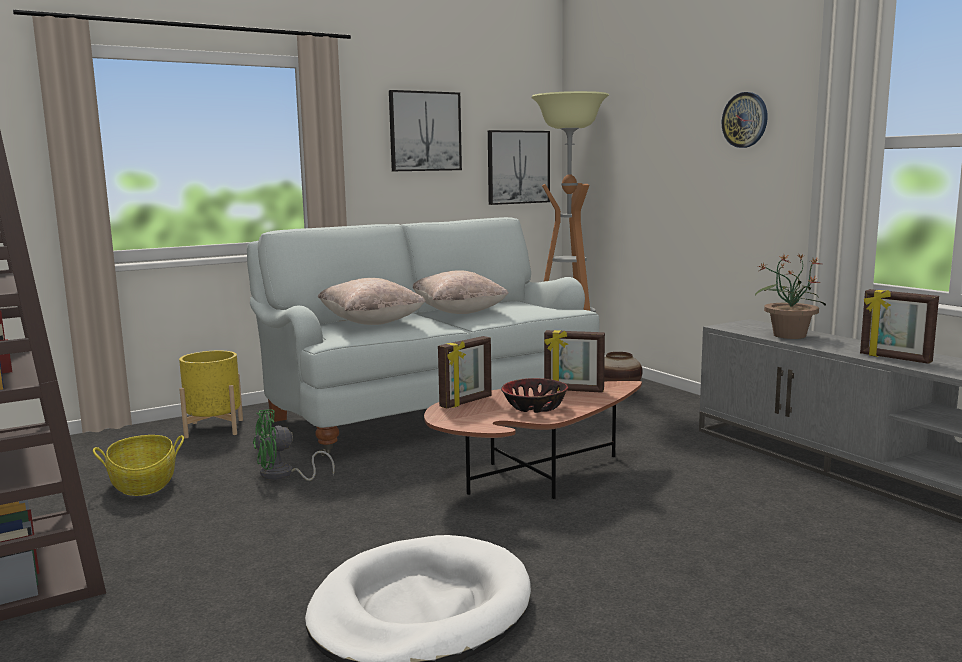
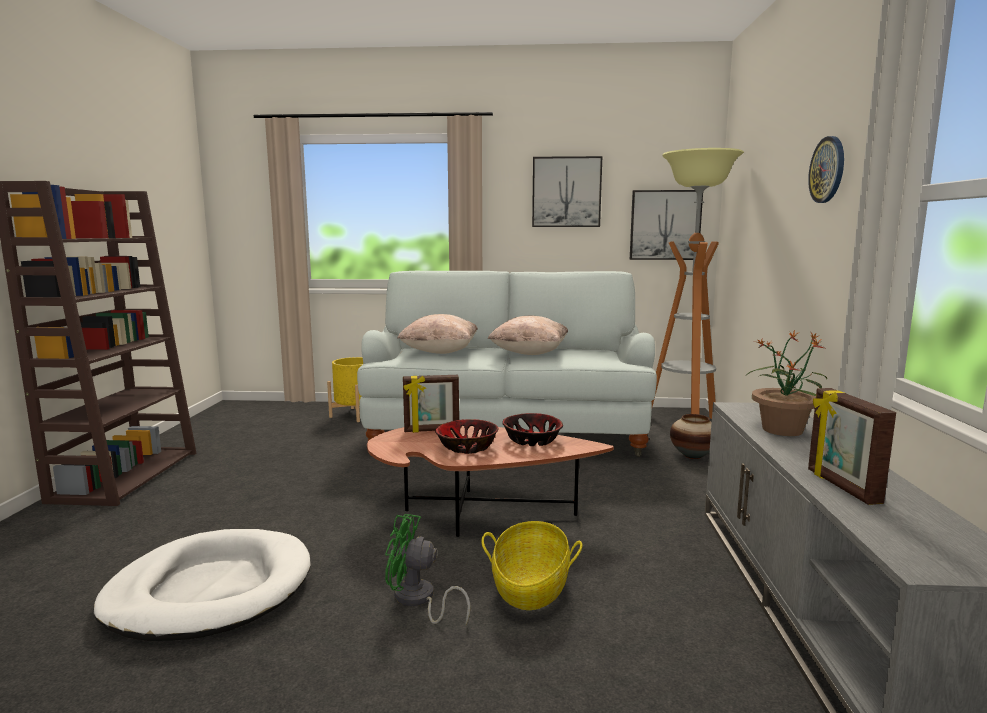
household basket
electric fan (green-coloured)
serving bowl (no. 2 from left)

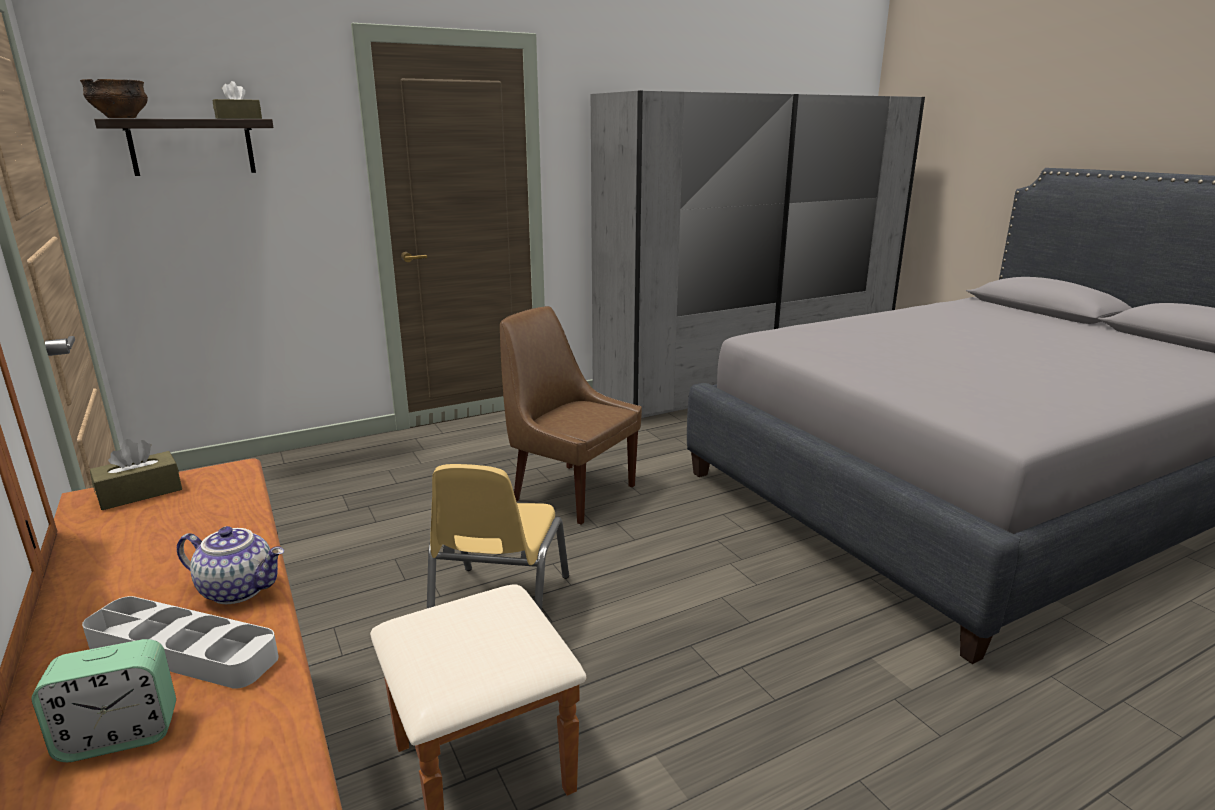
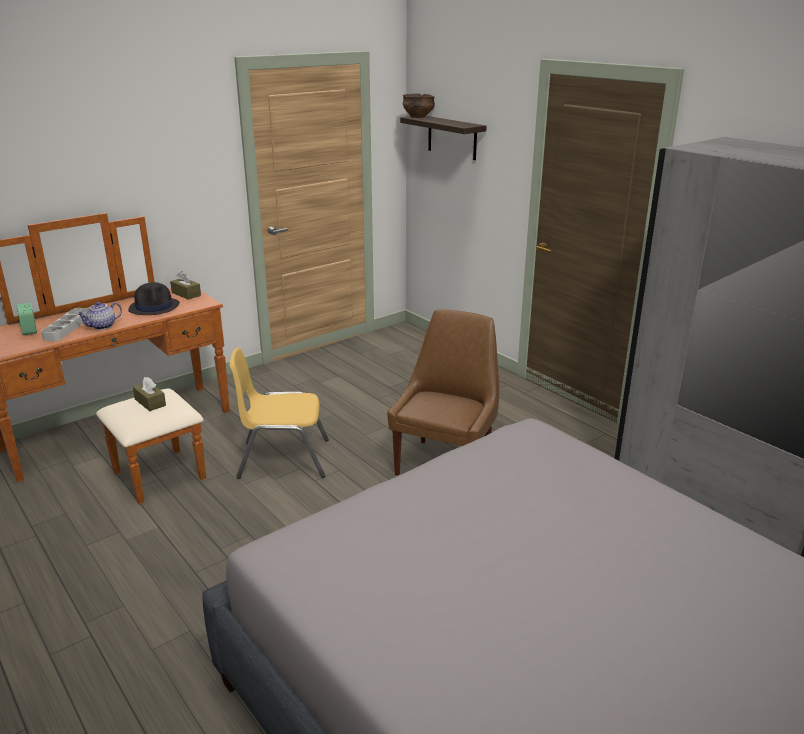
tea pot
tissue box (brown) (no. 1 from left)
wearable hat (black-coloured)

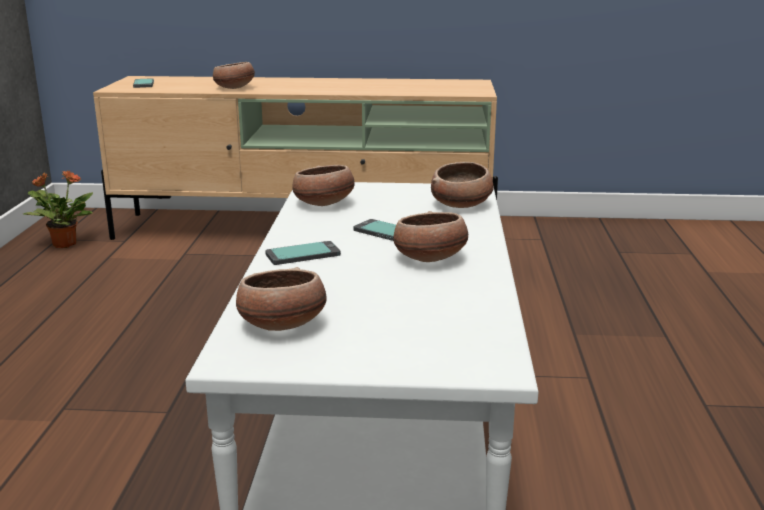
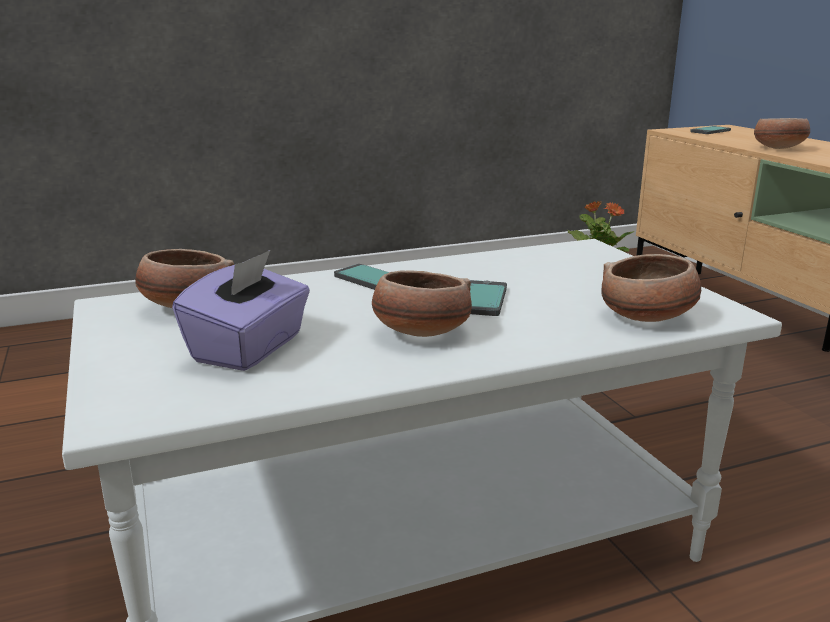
serving bowl (no. 3 from left in the first image)
tissue box (purple)

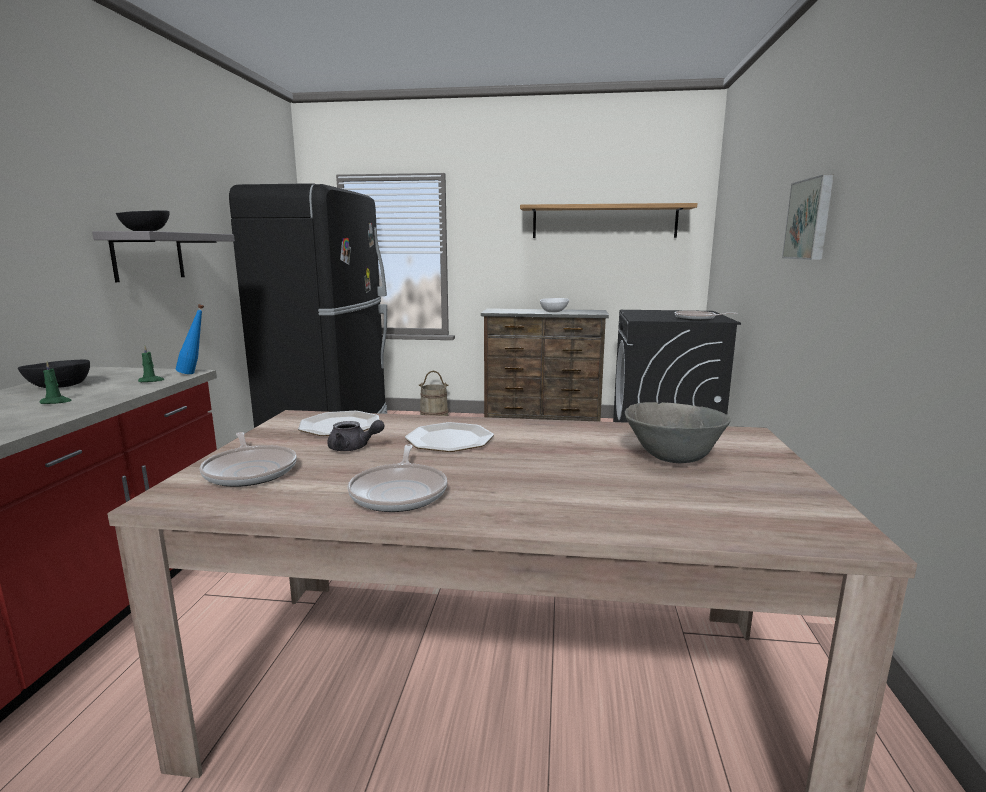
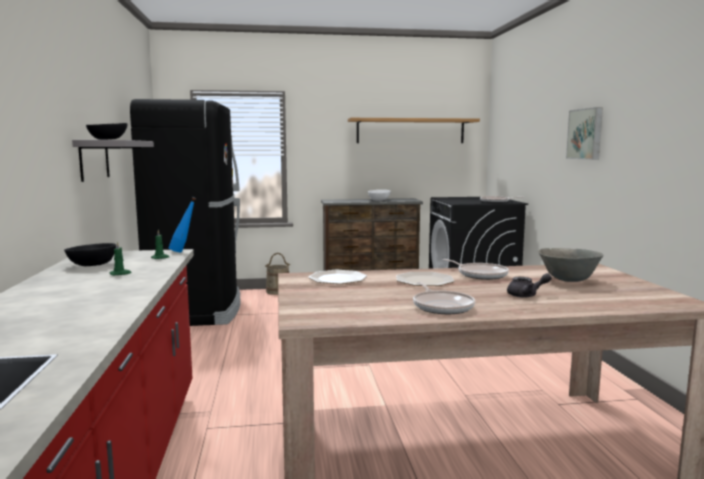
pan (no. 2 from left)
tea pot (gray)

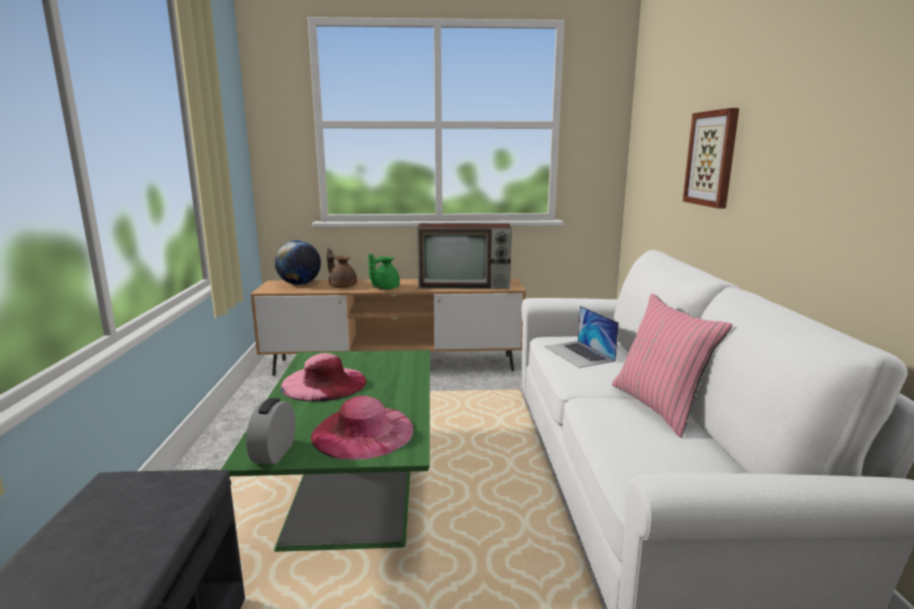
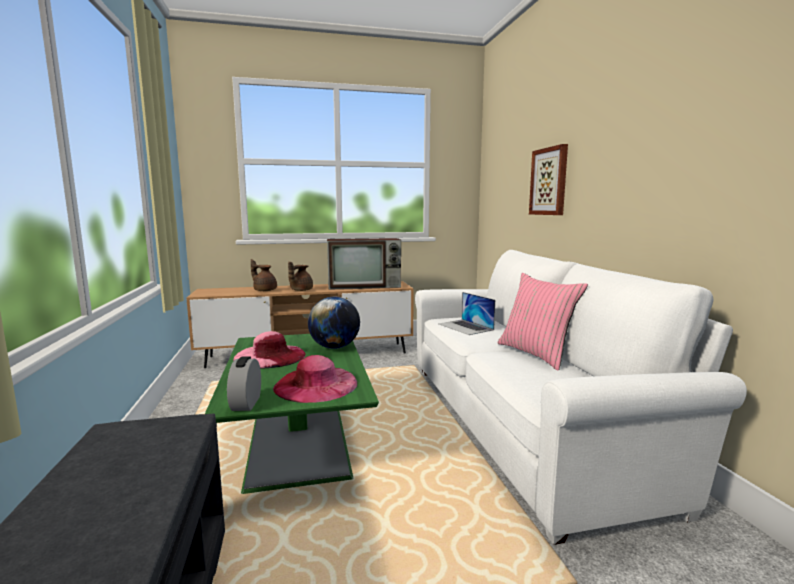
world globe
tea pot (brown) (no. 2 from left)

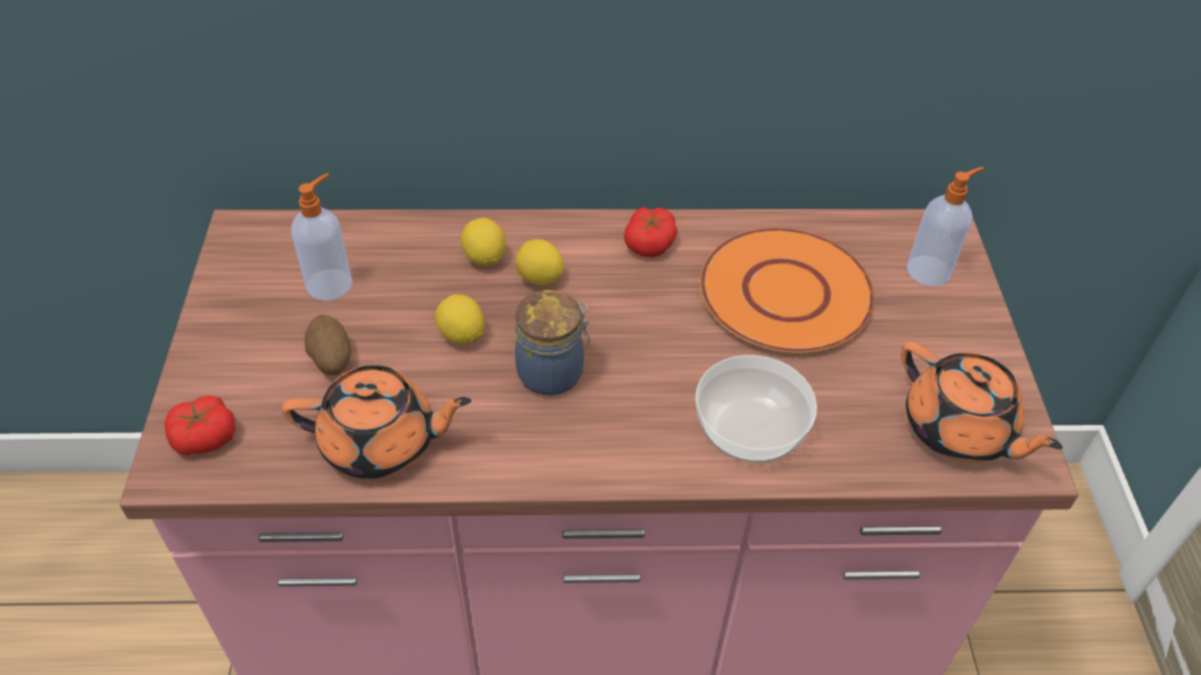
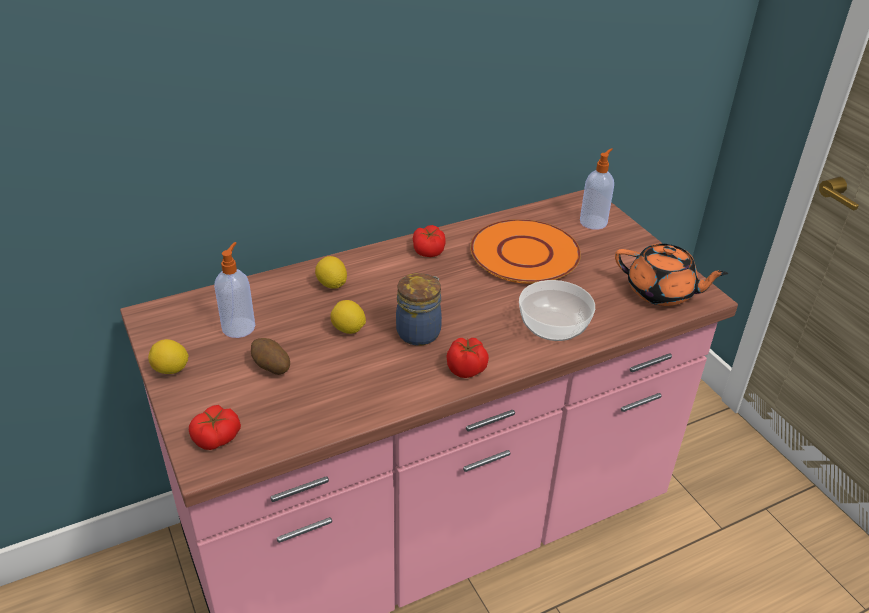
tea pot (orange-coloured) (no. 1 from left in the first image)
lemon (no. 1 from left)
fresh tomato (no. 3 from left)

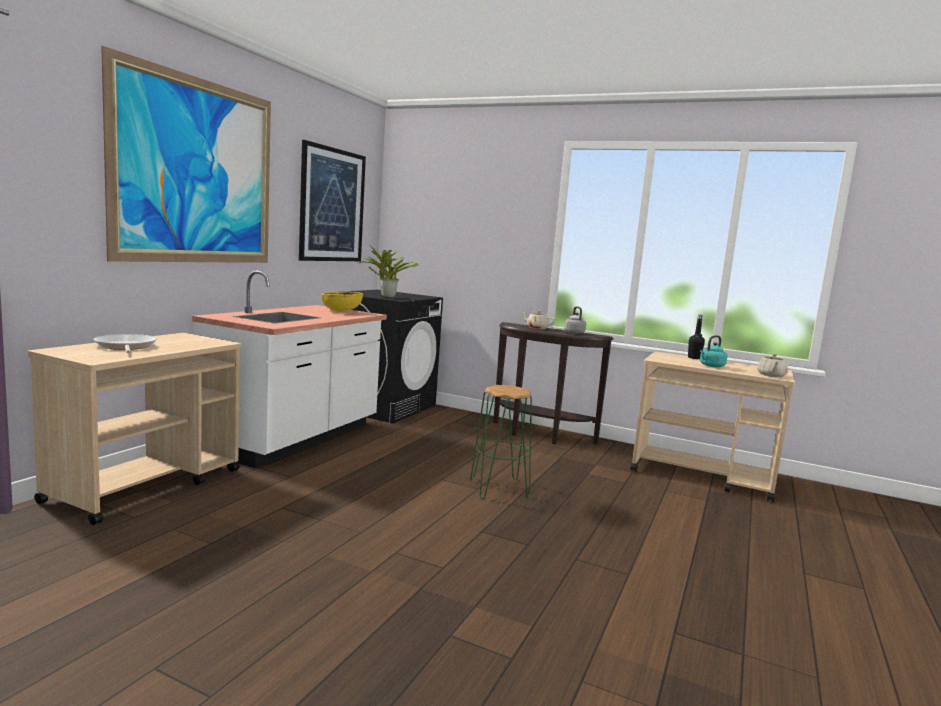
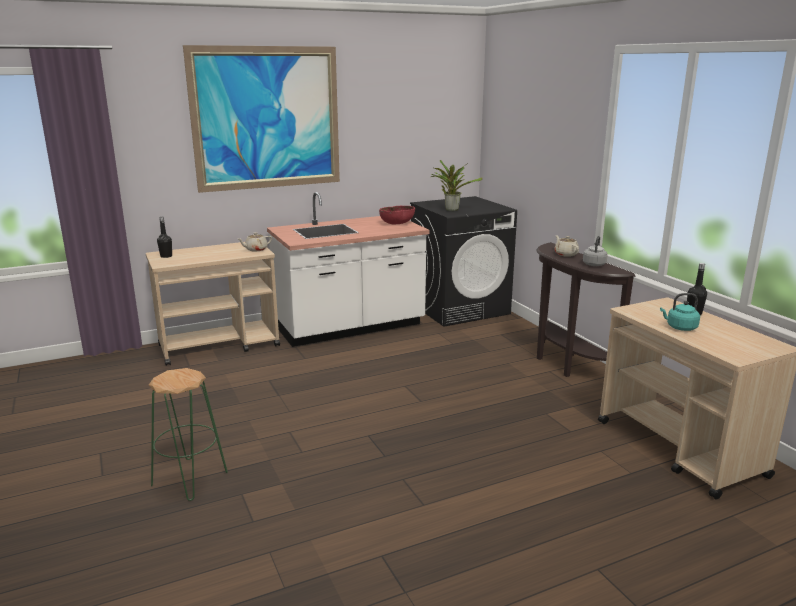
pan
wall picture (no. 2 from left in the first image)
serving bowl (red-coloured)
stool (green-coloured)
tea pot (beige-coloured) (no. 1 from left)
beverage bottle (black-coloured) (no. 1 from left)

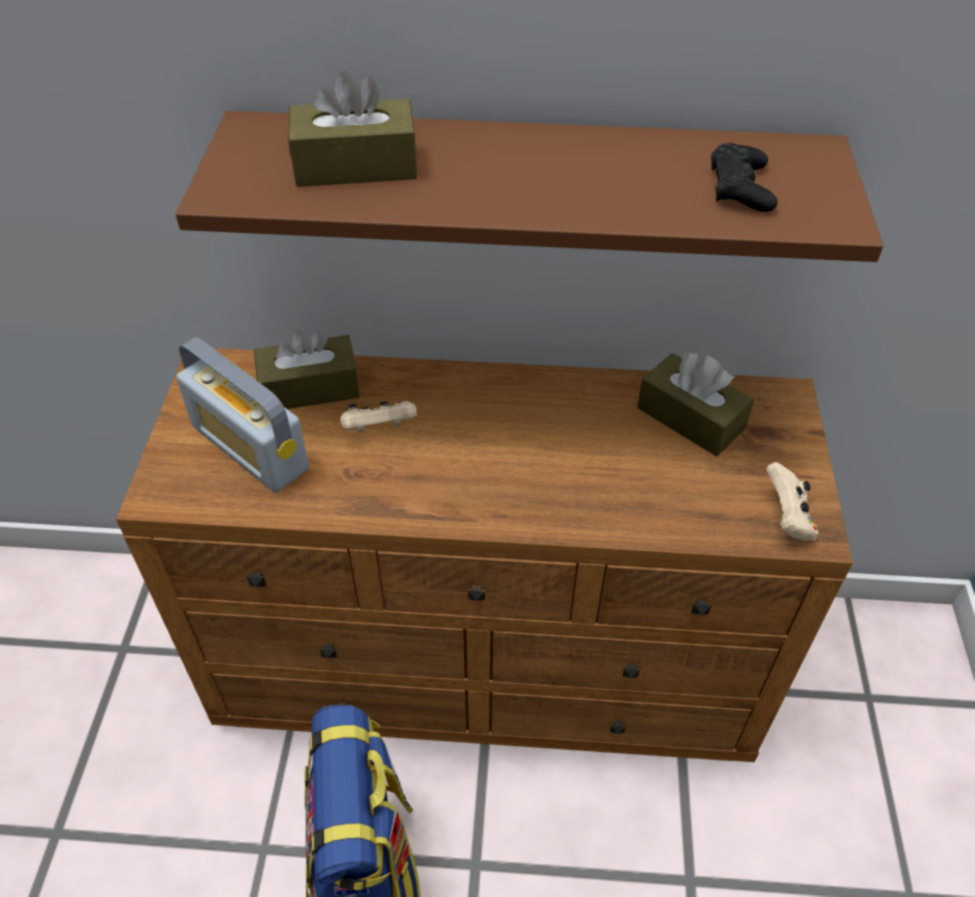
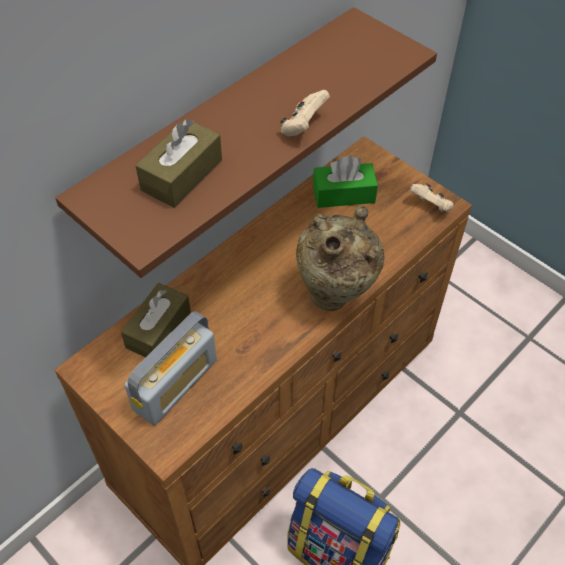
radio
gamepad (beige-coloured) (no. 1 from left)
tissue box (green-coloured)
gamepad (black-coloured)
decorative vase (beige-coloured)

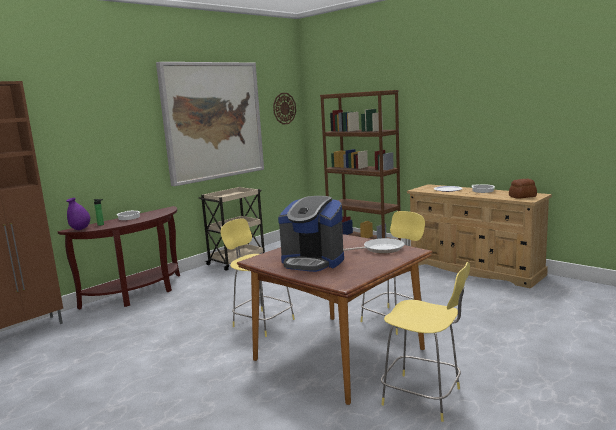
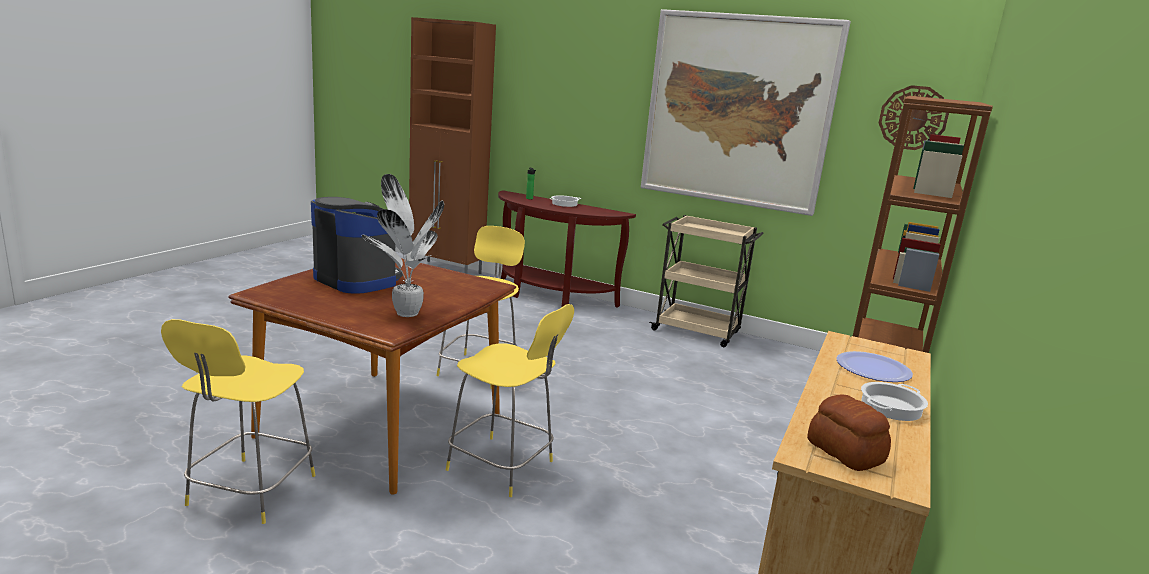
decorative vase (purple)
coffee brewer
plant in a pot

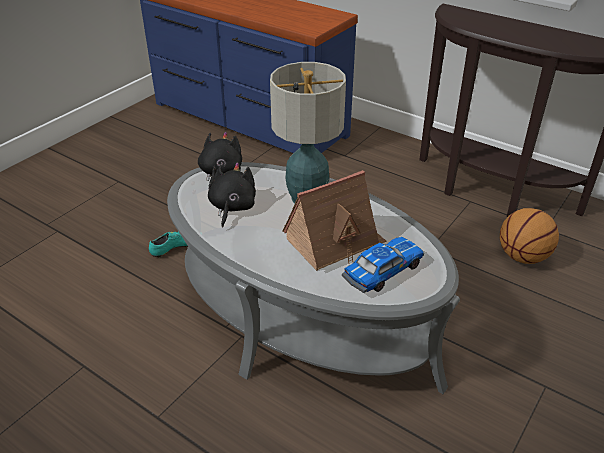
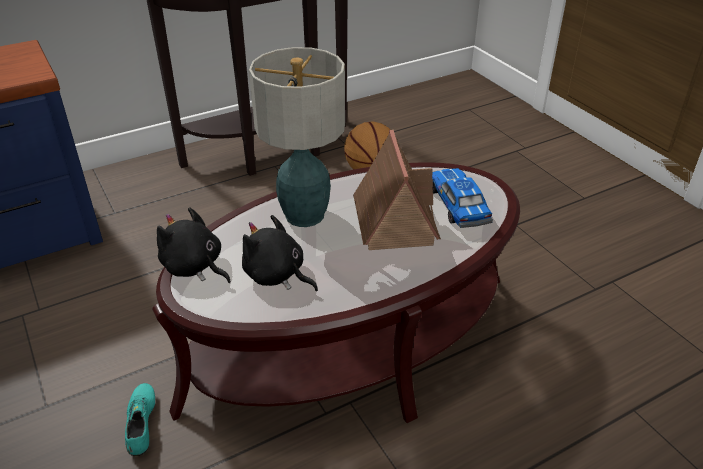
lounge table (brown)

